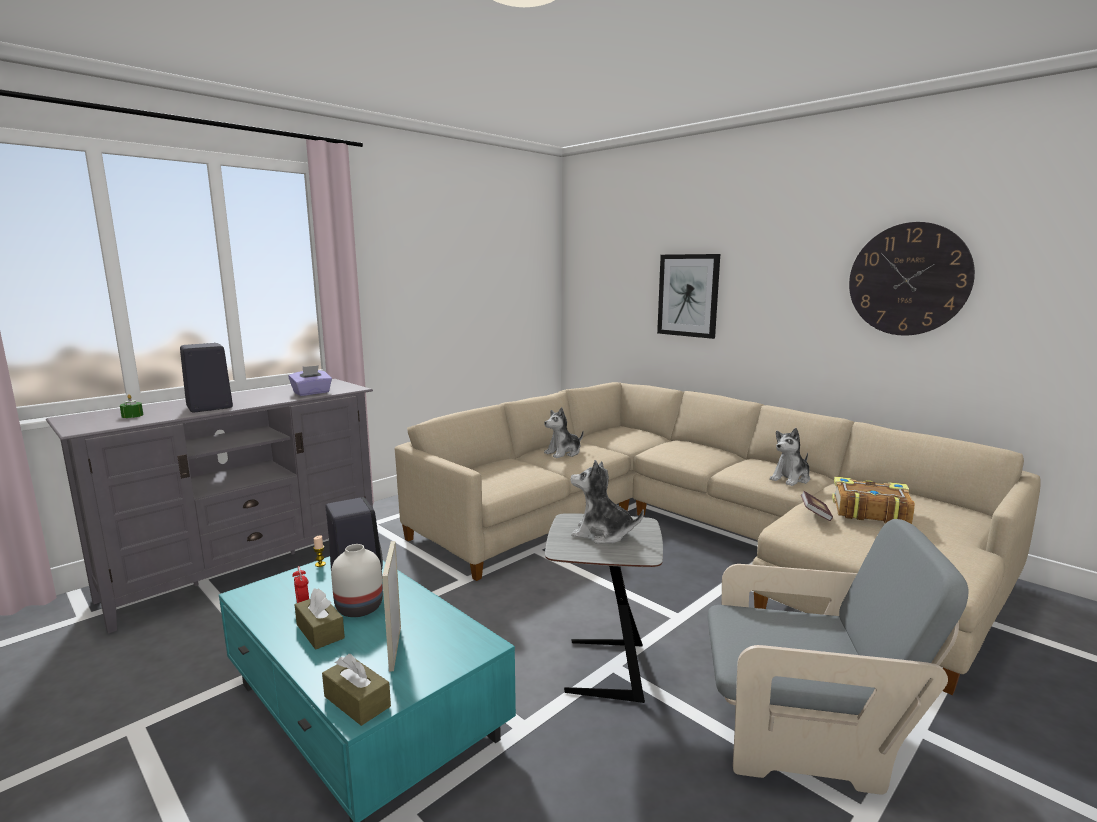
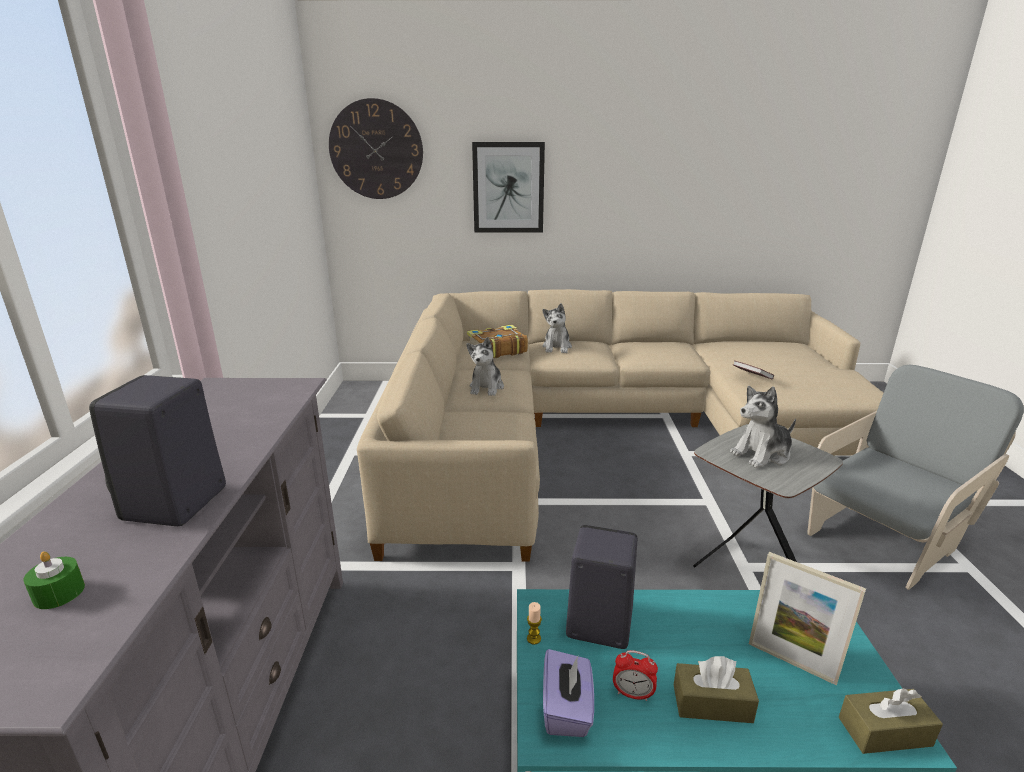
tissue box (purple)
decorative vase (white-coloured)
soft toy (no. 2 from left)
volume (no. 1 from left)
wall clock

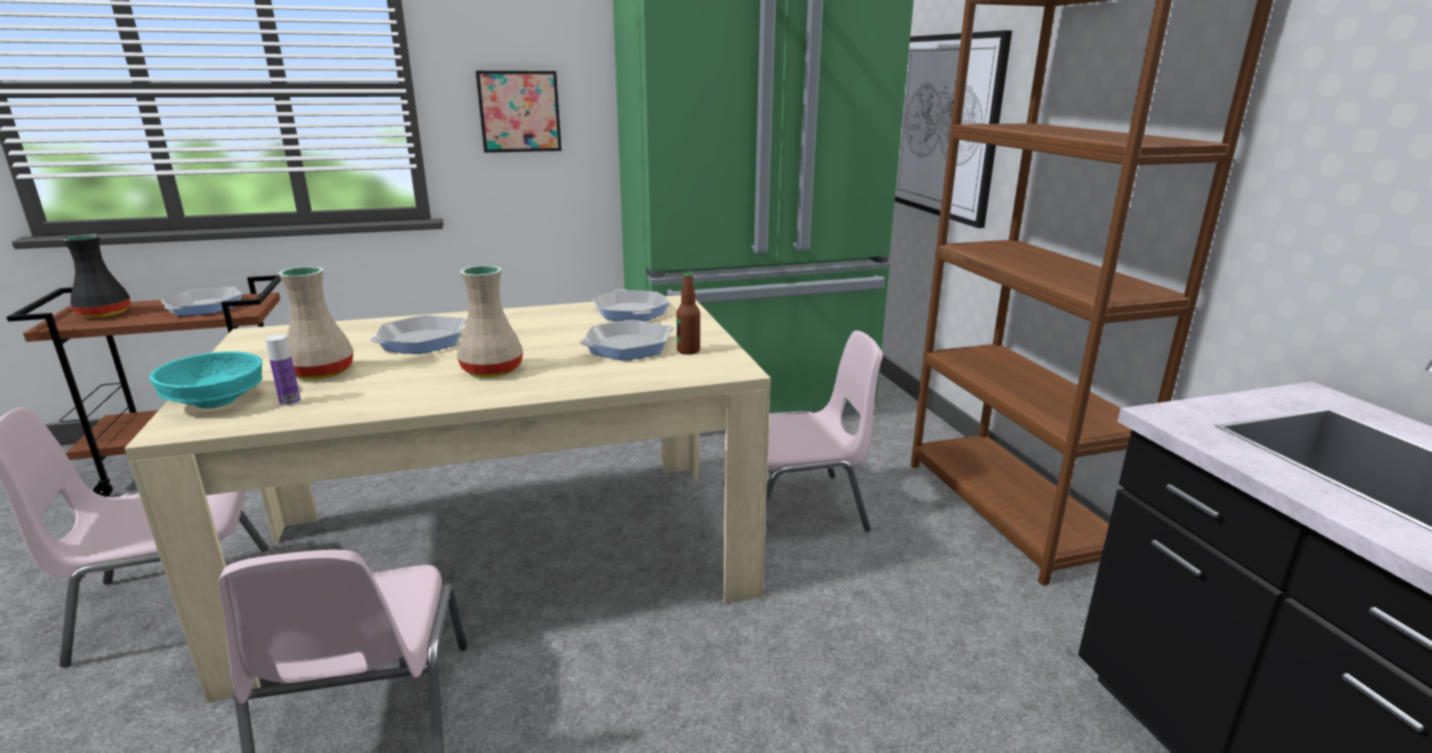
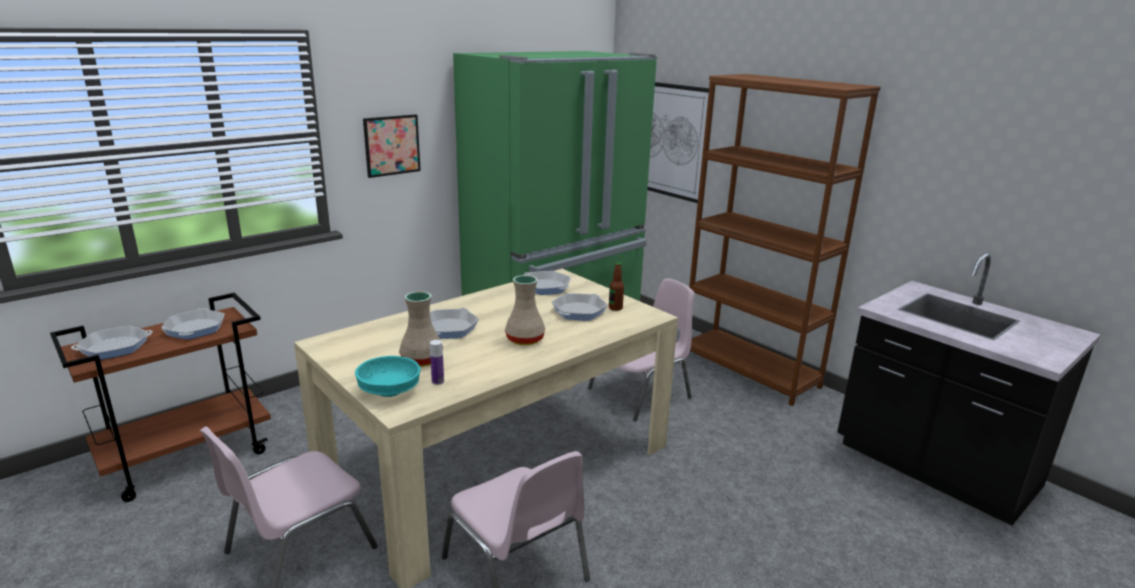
pan (no. 1 from left)

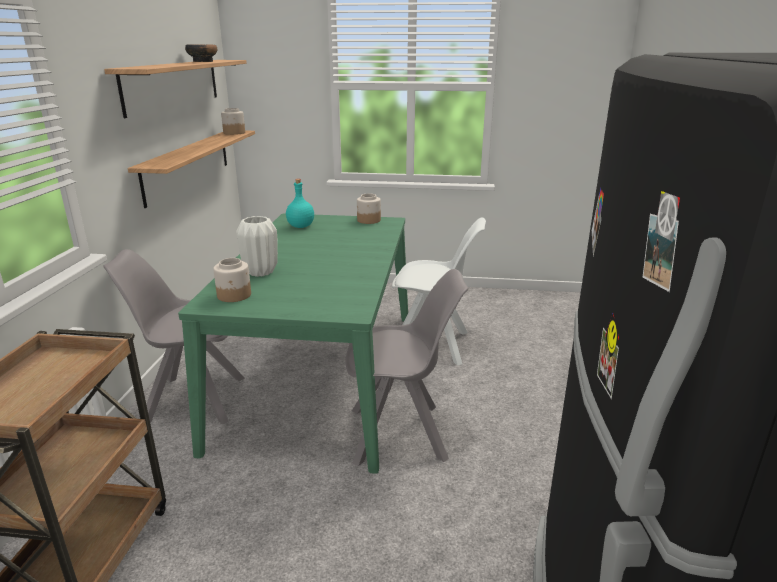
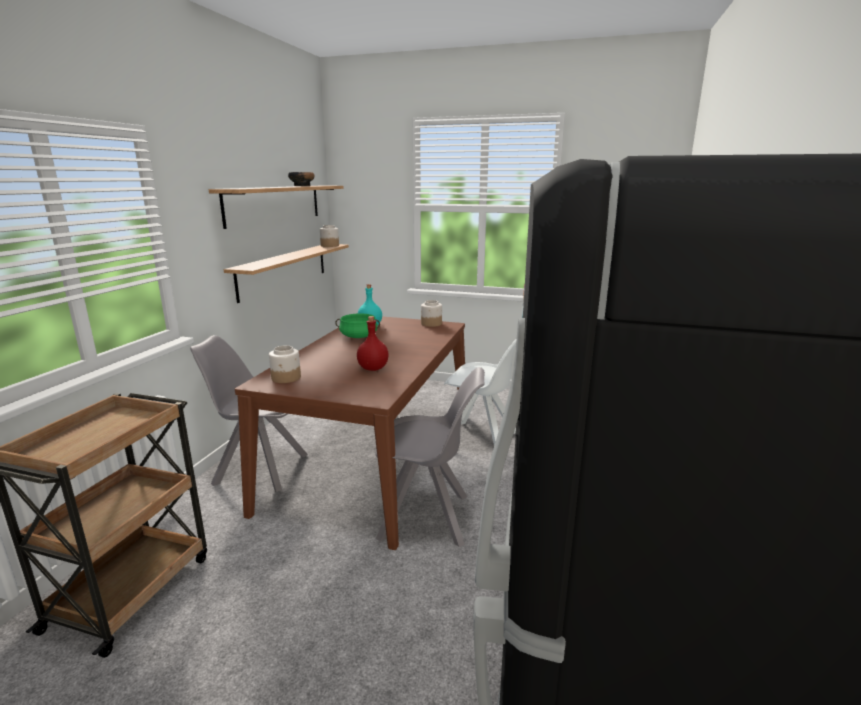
dining table (brown)
decorative vase (white-coloured)
saucepot (green-coloured)
beverage bottle (red-coloured)

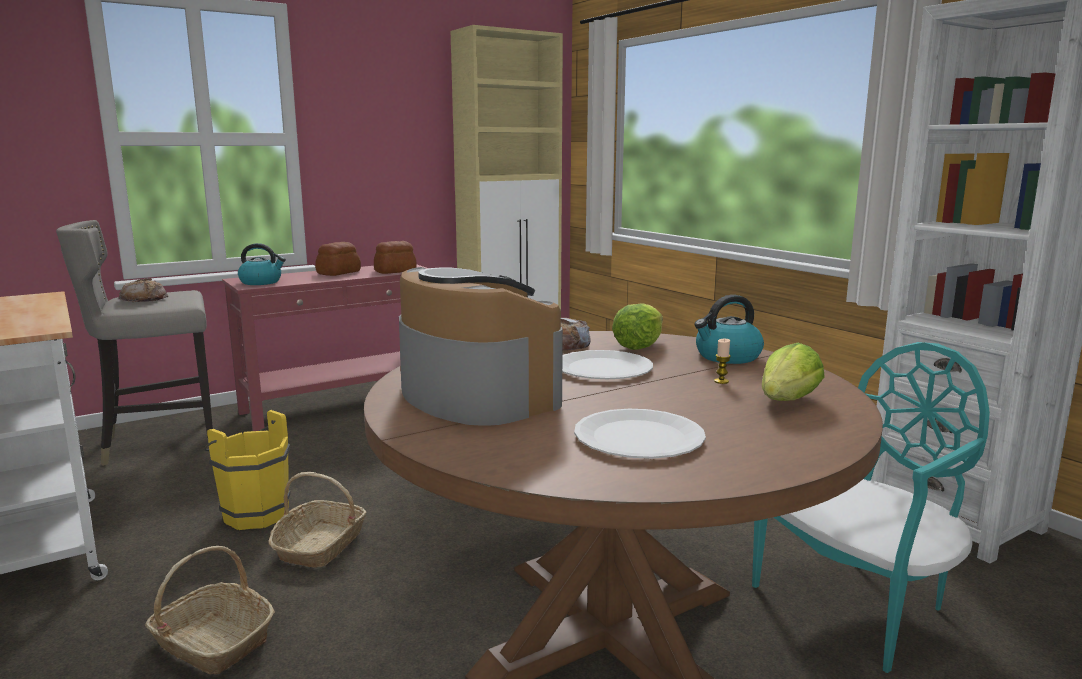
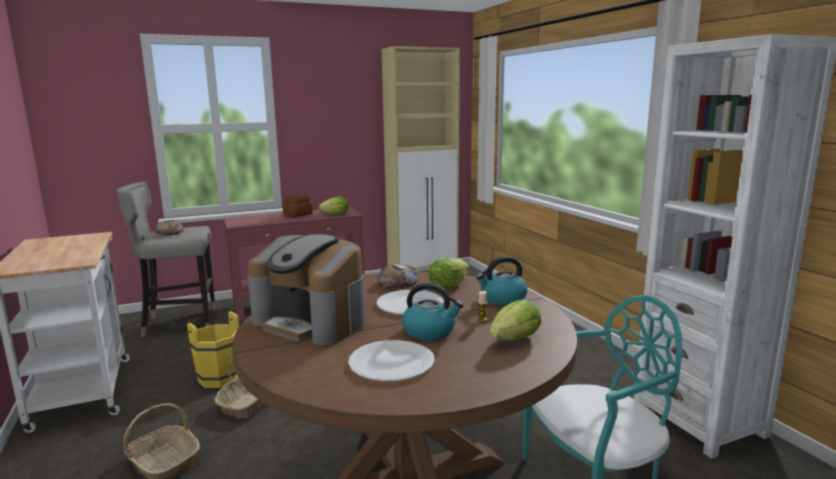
tea kettle (no. 1 from left)
lettuce (no. 1 from left)
coffee brewer

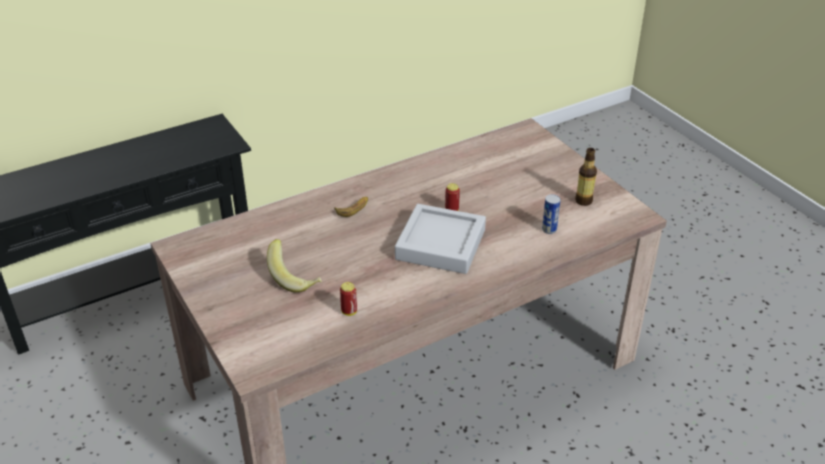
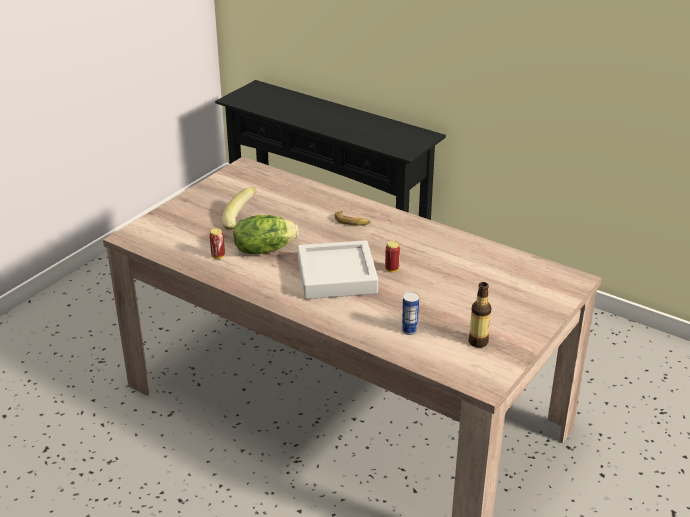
lettuce

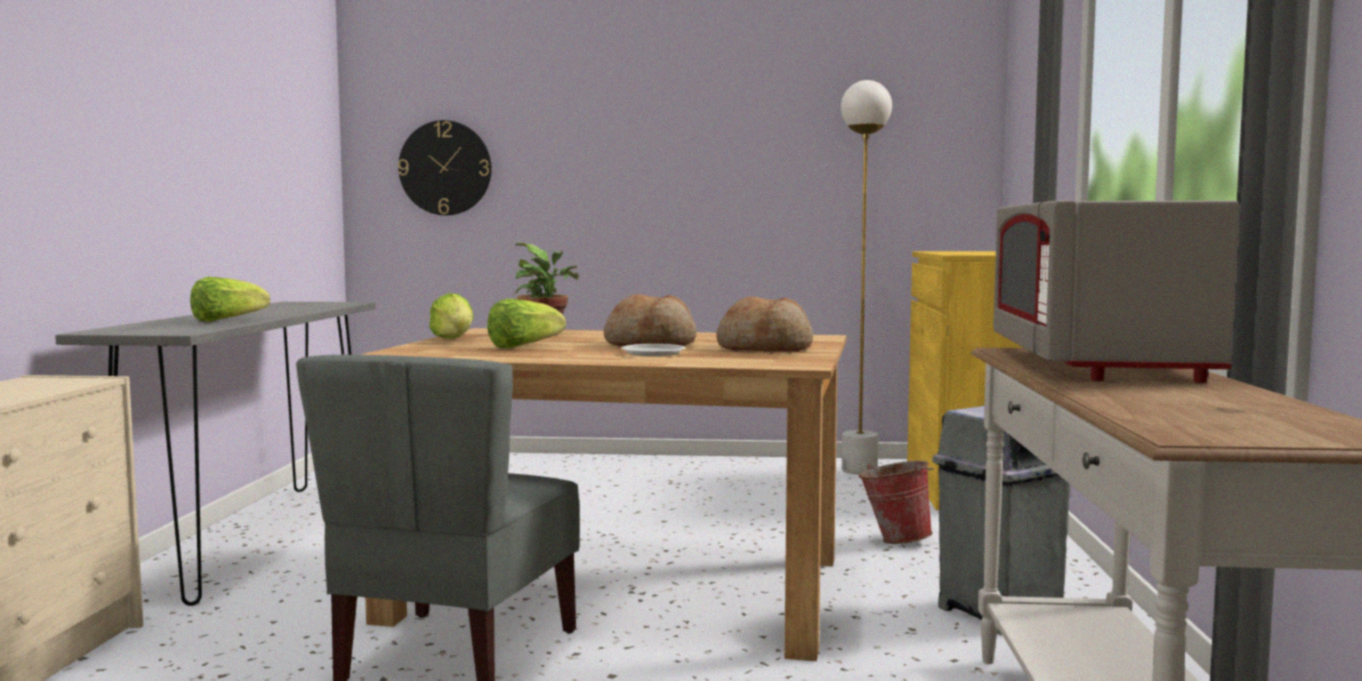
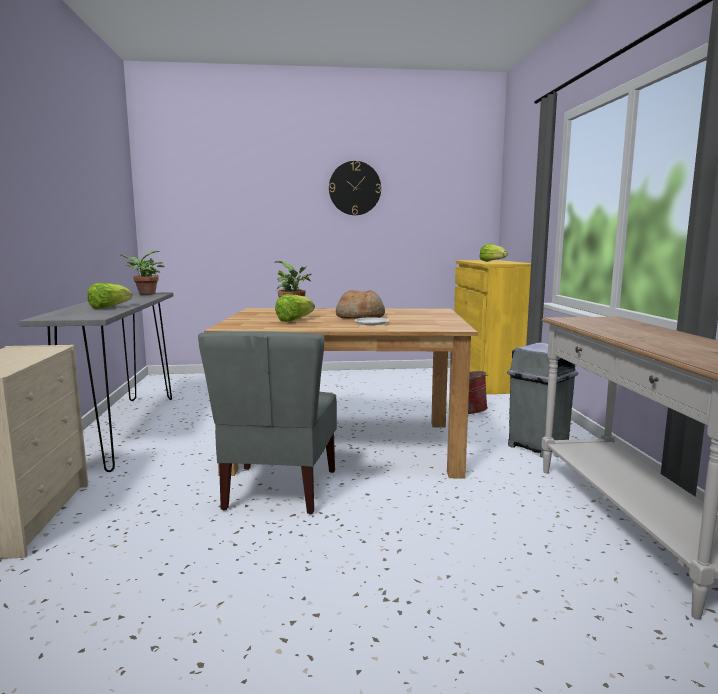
wall clock
lettuce (no. 3 from left)
bakery bread (no. 2 from left in the first image)
standing lamp (white-coloured)
kitchen microwave (gray)
plant in a pot (no. 1 from left)

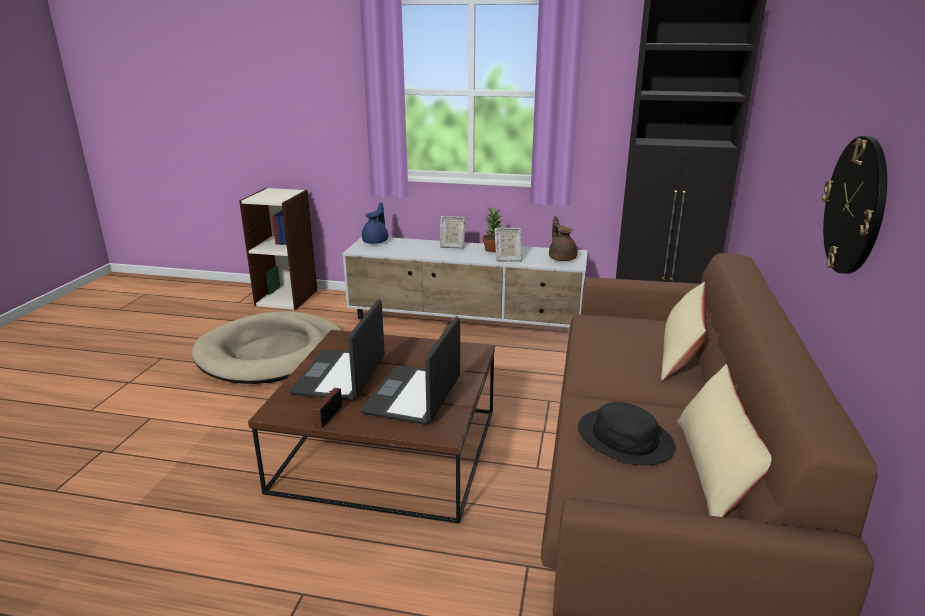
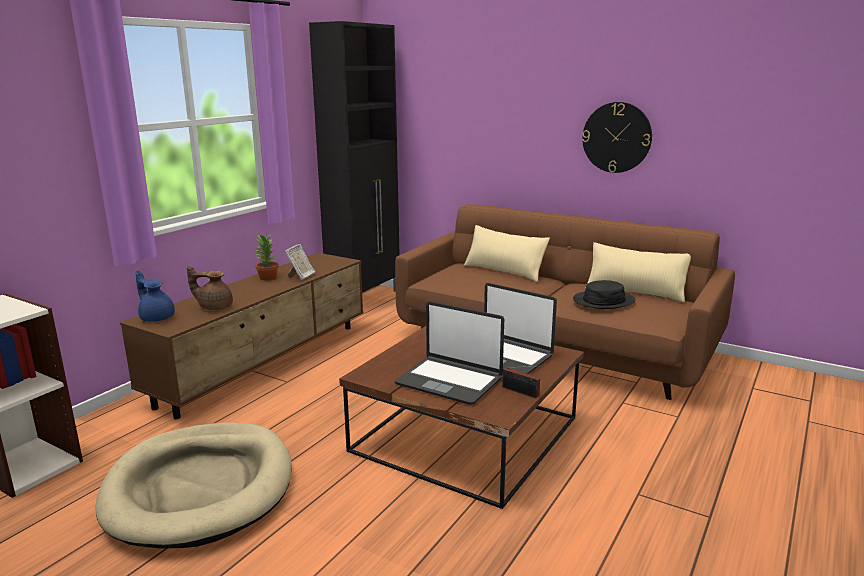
tv stand (brown)
photo frame (no. 1 from left in the first image)
tea pot (brown)

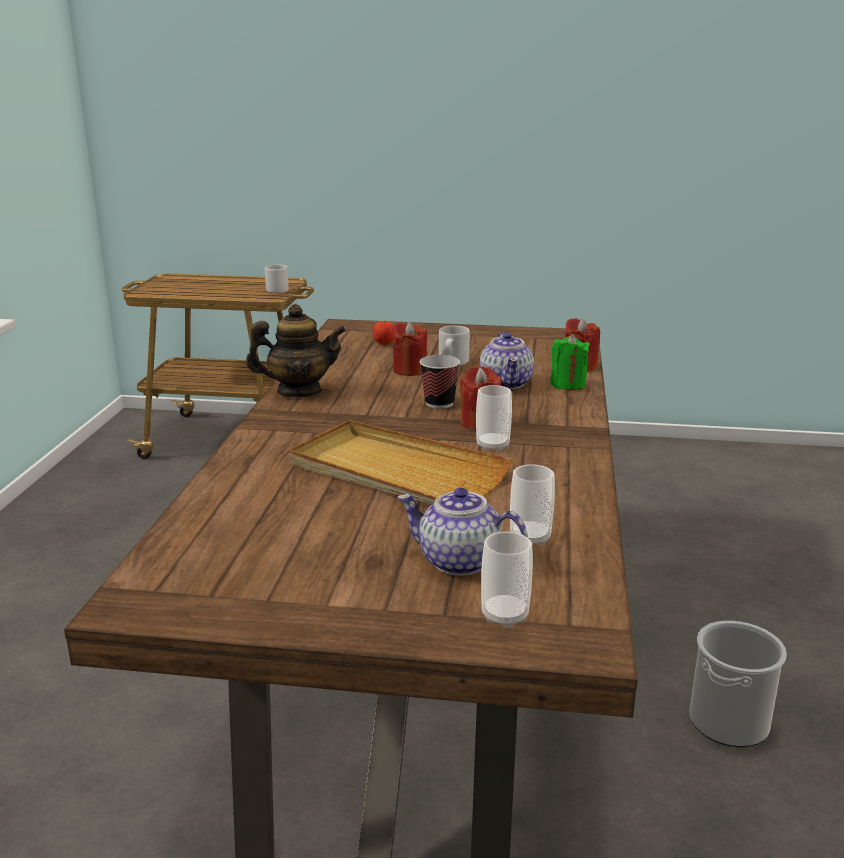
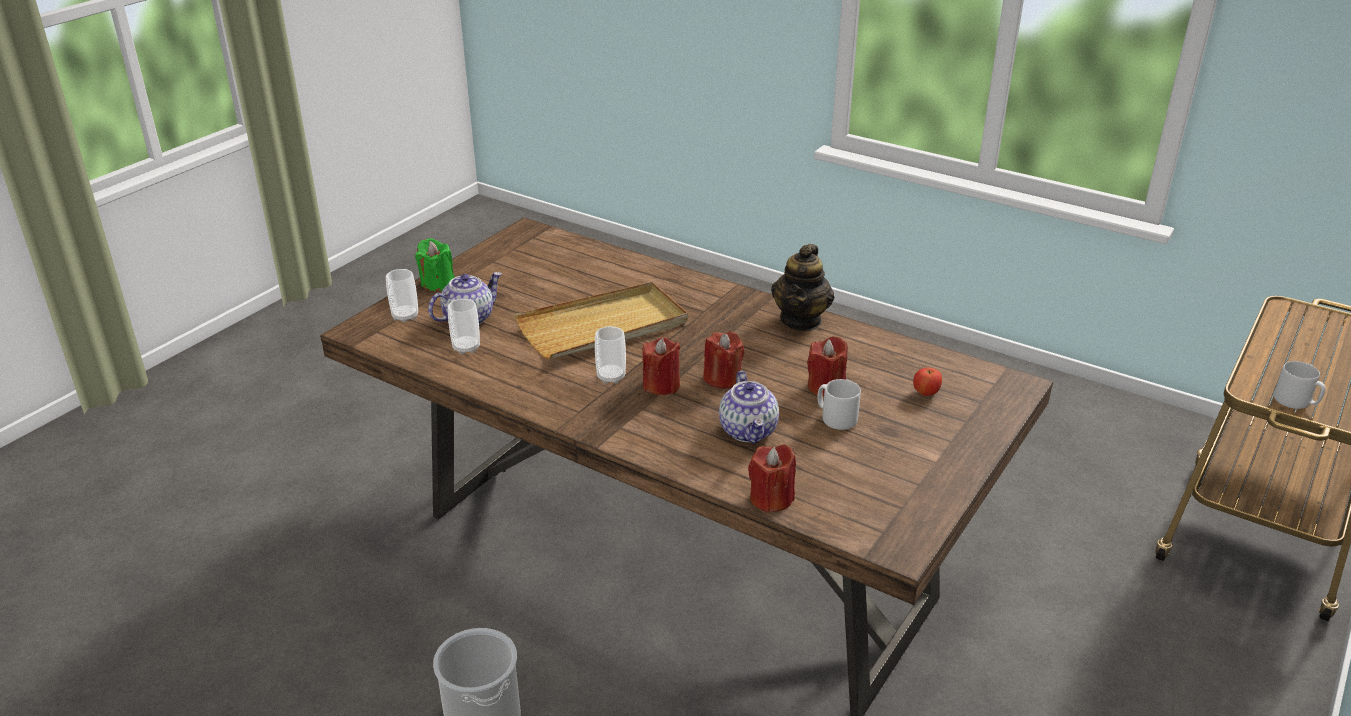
wax candle (red-coloured) (no. 2 from left)
tea pot (no. 2 from left)
wax candle (green-coloured)

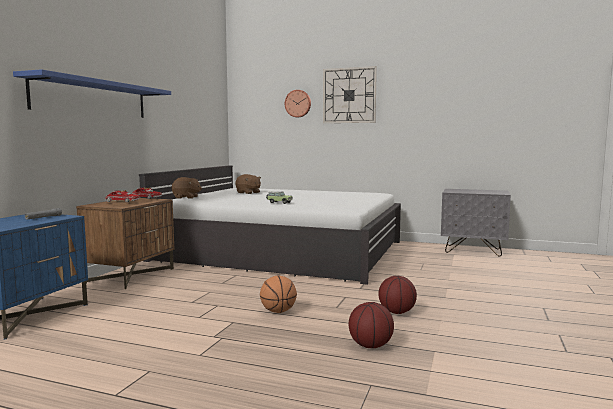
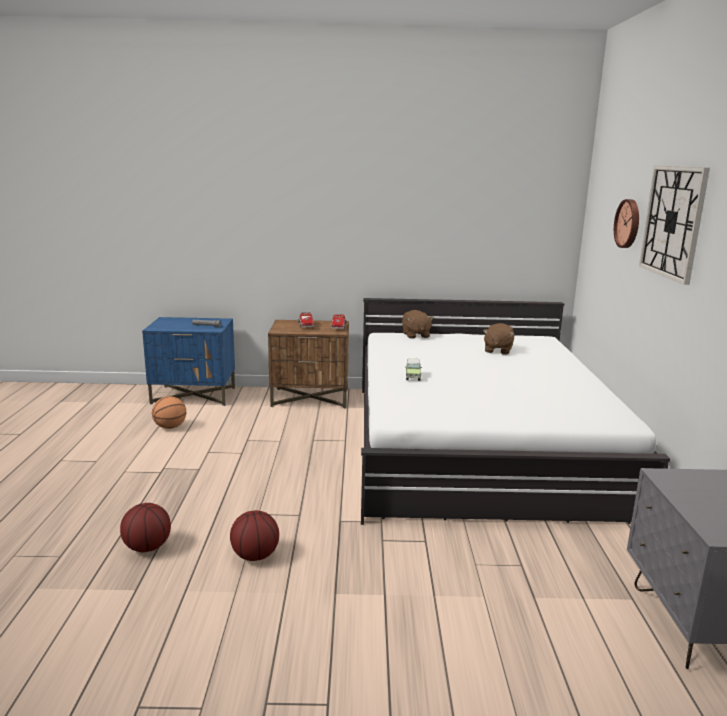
bracket shelf (blue-coloured)
basketball ball (no. 2 from left)

